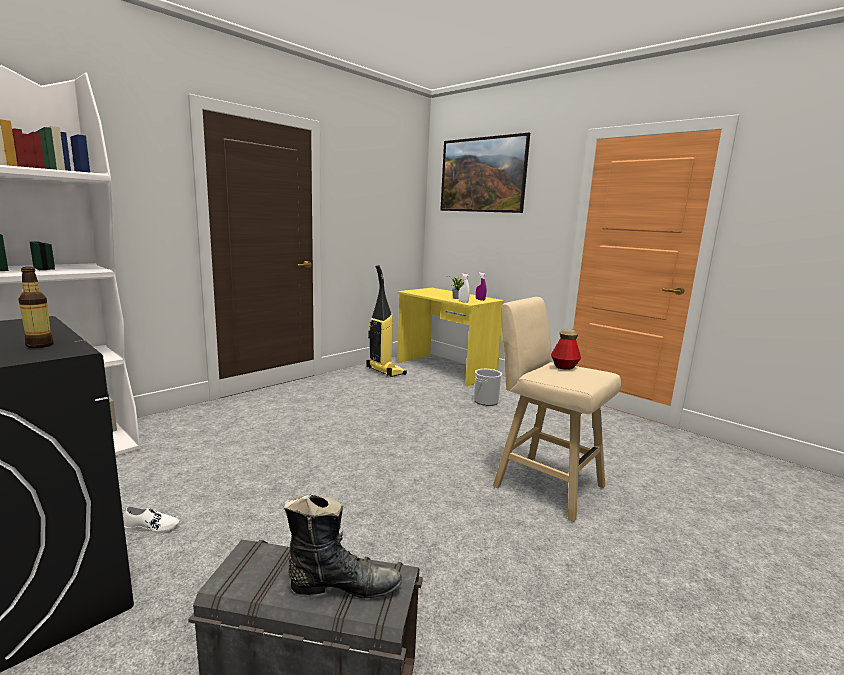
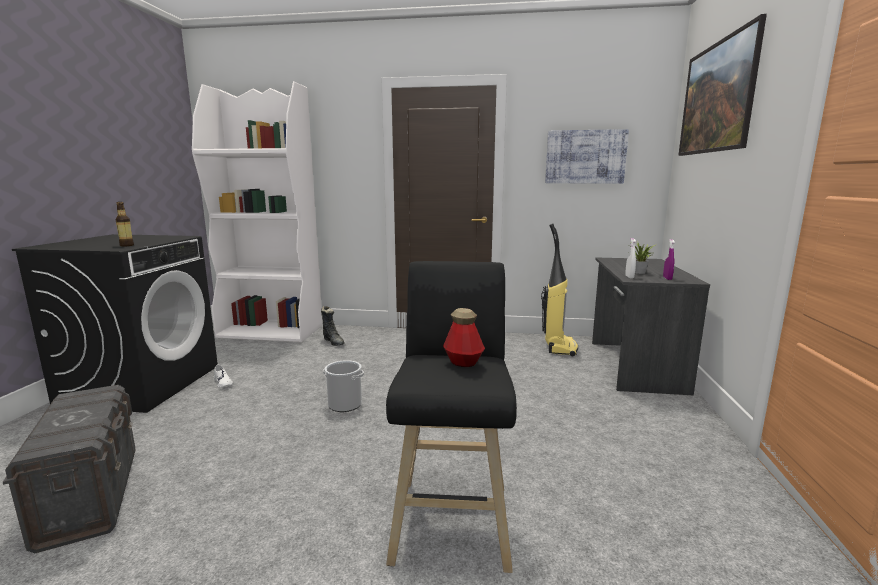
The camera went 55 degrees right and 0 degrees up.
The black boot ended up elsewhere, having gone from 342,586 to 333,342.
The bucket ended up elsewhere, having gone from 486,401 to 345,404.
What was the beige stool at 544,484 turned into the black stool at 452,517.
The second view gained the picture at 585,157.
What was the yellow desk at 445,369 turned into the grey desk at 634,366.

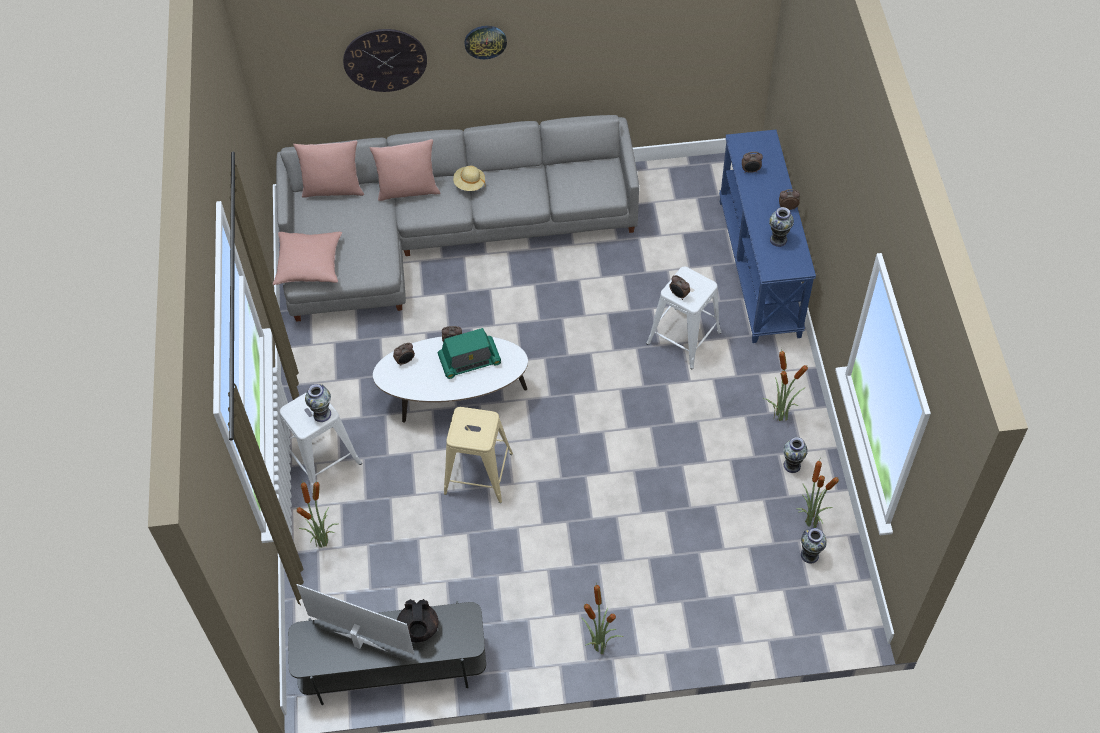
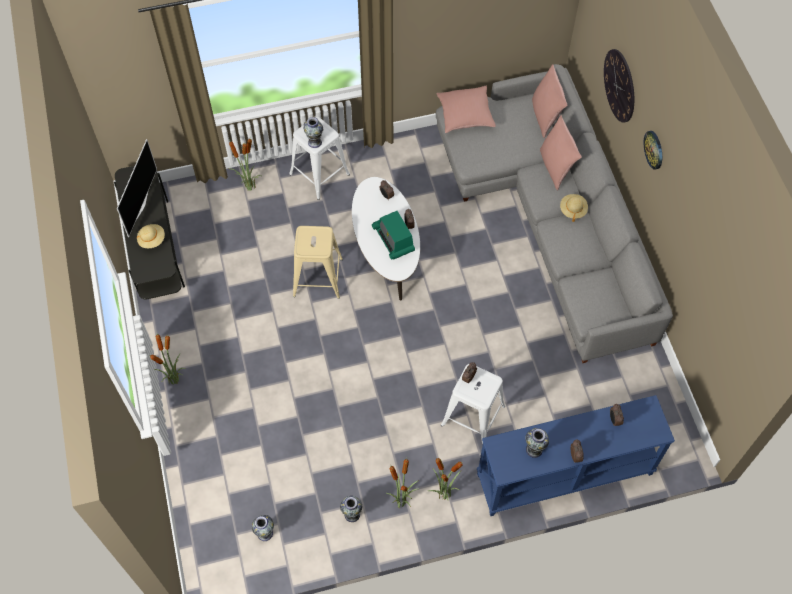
The camera went 80 degrees right and 5 degrees up.
Where the black teapot stood at 419,629, the beige hat came to stand at 152,240.
The potted plant ended up elsewhere, having gone from 809,523 to 443,494.

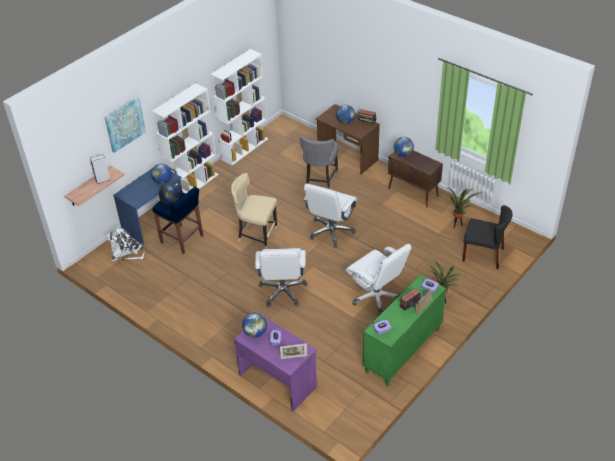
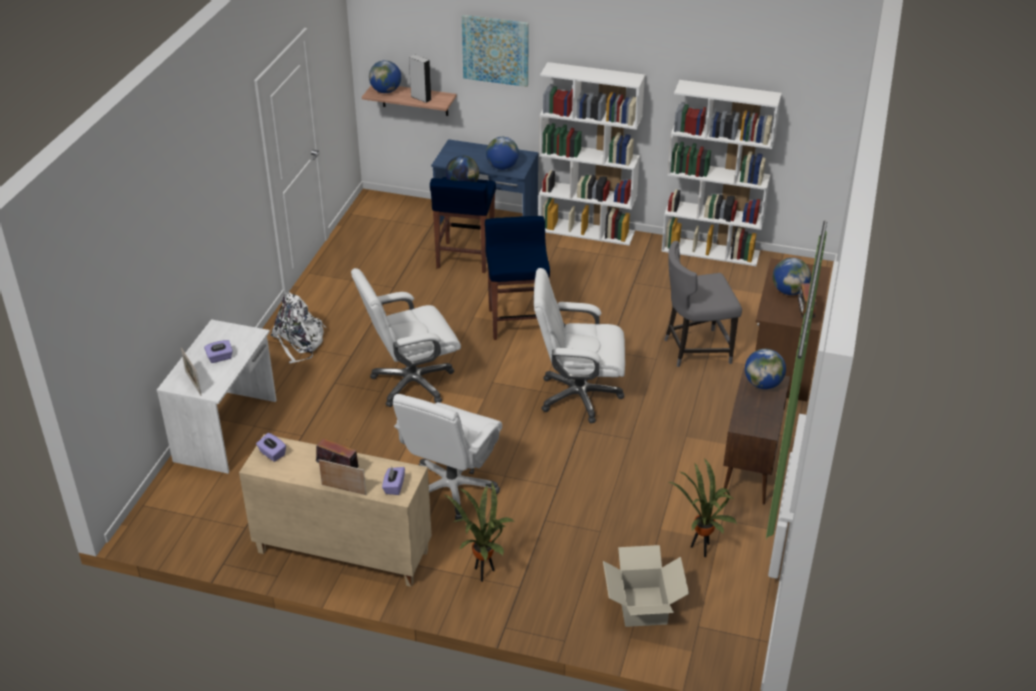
The camera went 65 degrees right and 5 degrees down.
What was the purple desk at 278,380 turned into the white desk at 227,430.
What was the green cabinet at 402,351 turned into the beige cabinet at 341,552.
The white backpack ended up elsewhere, having gone from 127,252 to 299,342.
The globe ended up elsewhere, having gone from 255,333 to 386,91.
Where the beige chair stood at 256,235, the blue stool came to stand at 517,322.
Where the black chair stood at 483,255, the cardboard box came to stand at 642,606.

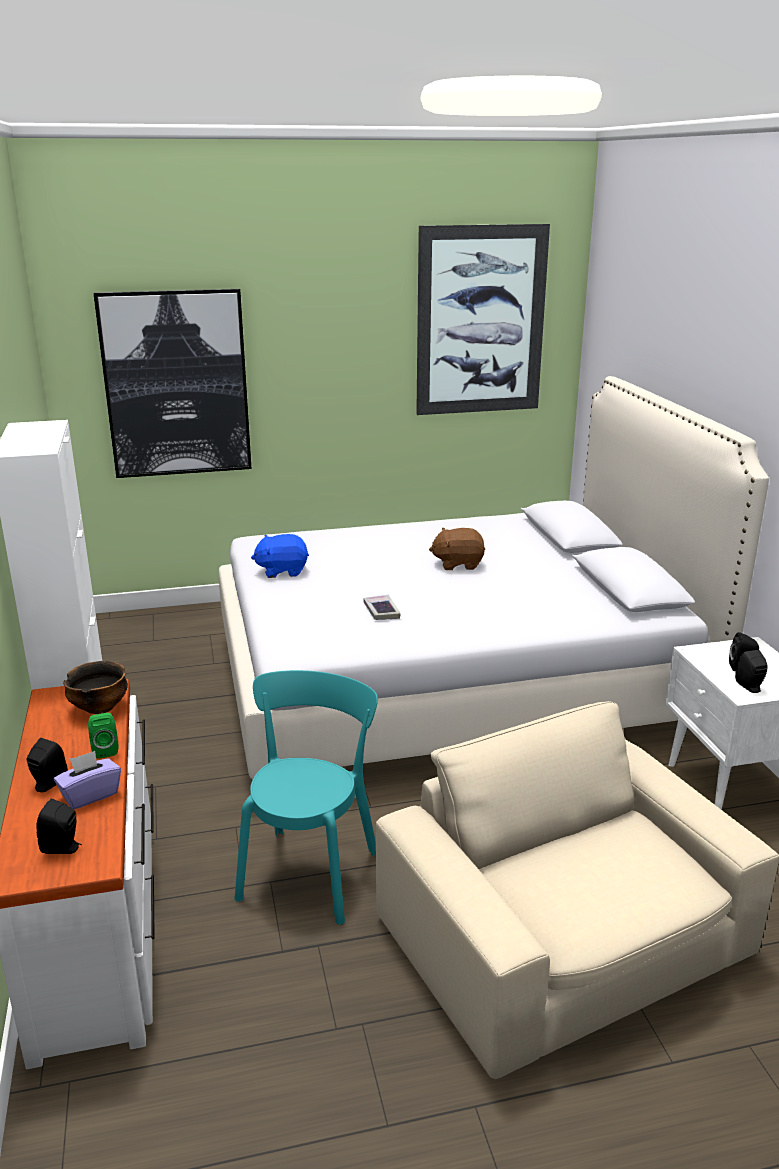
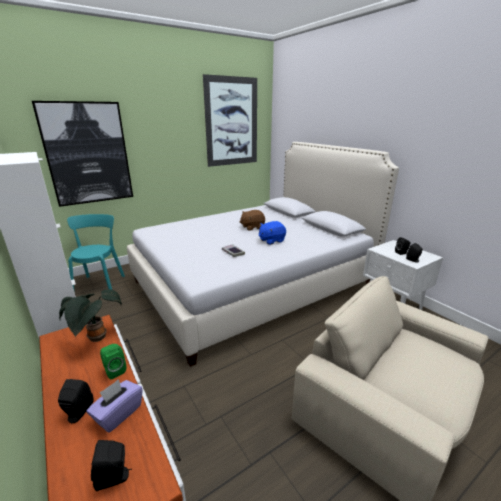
The camera went 20 degrees left and 0 degrees up.
Where the bowl stood at 99,708, the potted plant came to stand at 97,339.
The turquoise chair ended up elsewhere, having gone from 311,870 to 100,284.
The blue plush toy ended up elsewhere, having gone from 282,571 to 271,240.

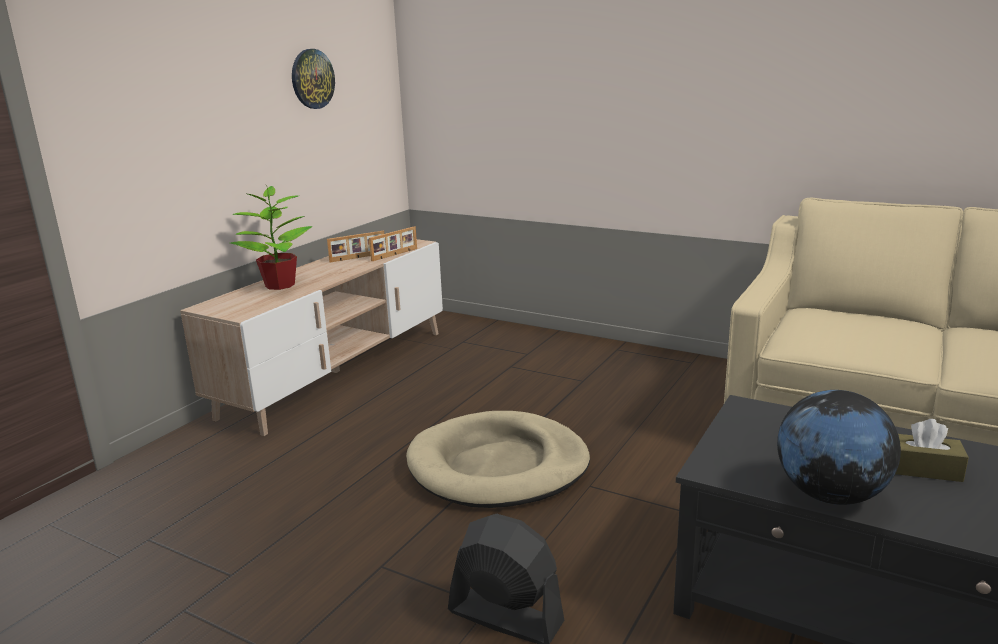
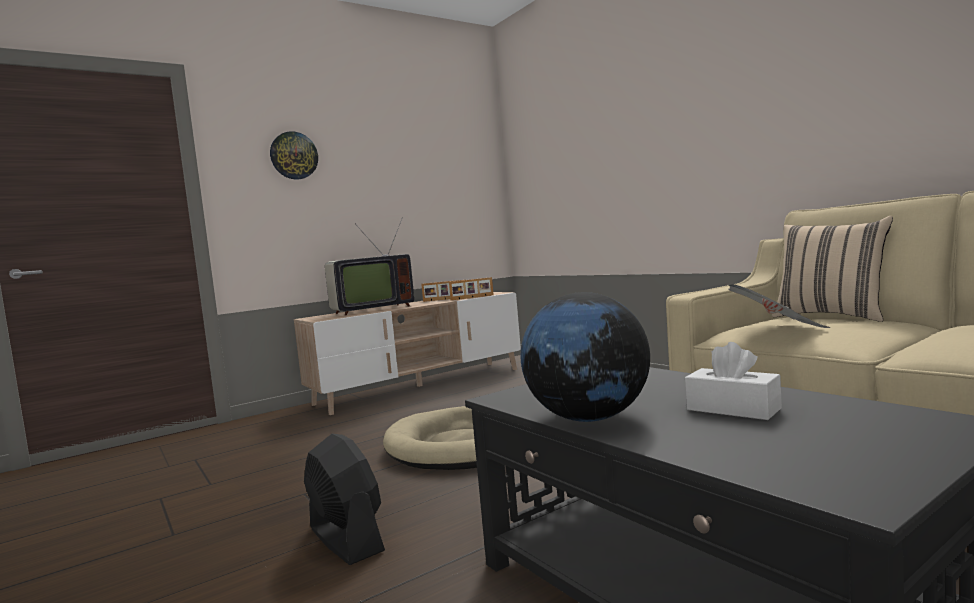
The camera went 25 degrees right and 15 degrees down.
The wall clock ended up elsewhere, having gone from 312,79 to 294,155.
Where the potted plant stood at 279,285, the television came to stand at 370,310.
What was the brown tissue box at 923,469 turned into the white tissue box at 733,409.
The second view gained the newspaper at 777,330.
The second view gained the beige pillow at 831,316.

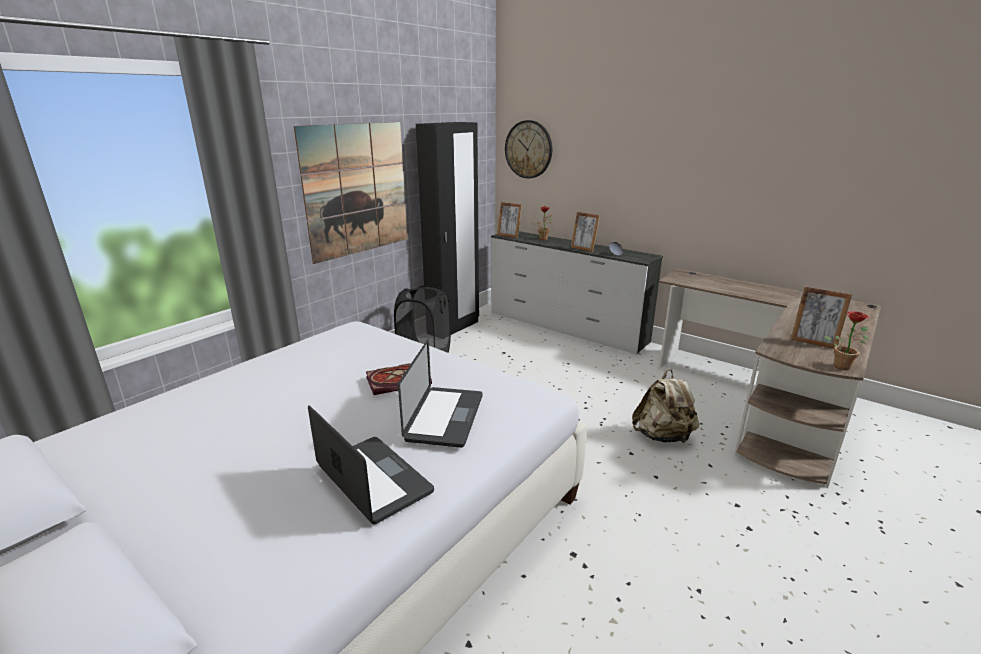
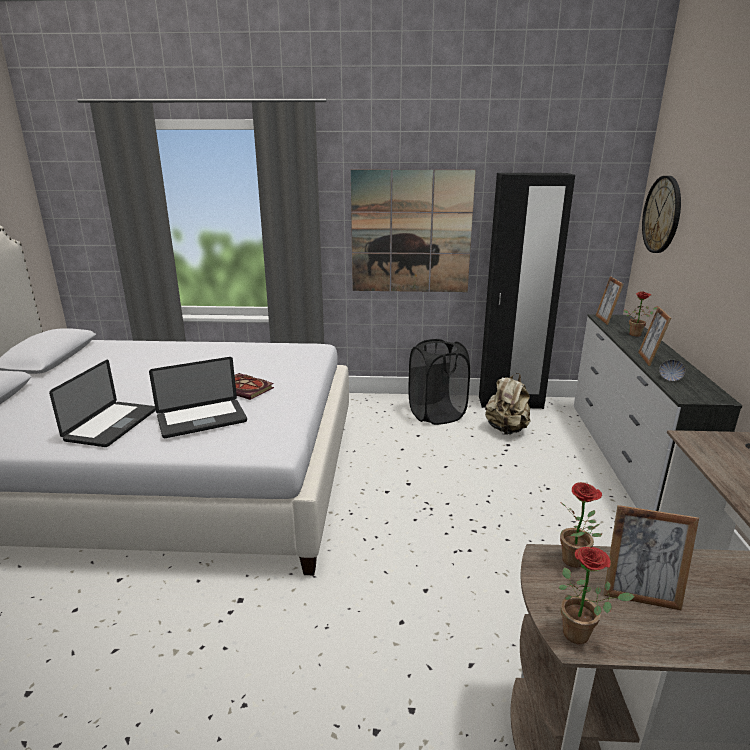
The camera went 55 degrees right and 0 degrees up.
The beige backpack ended up elsewhere, having gone from 663,436 to 506,429.
The second view gained the potted plant at 576,563.
The picture frame at 813,342 ended up facing another way, 75 degrees counterclockwise from before.

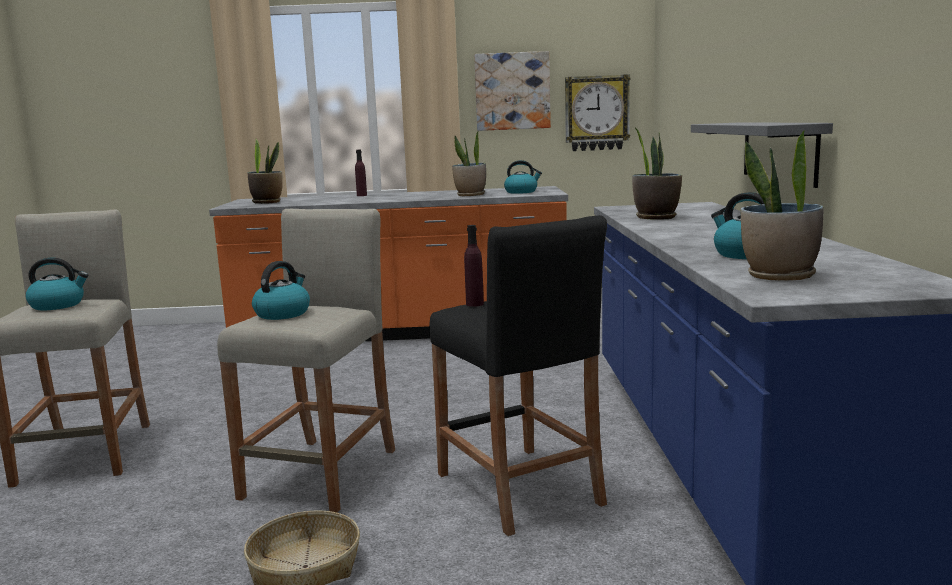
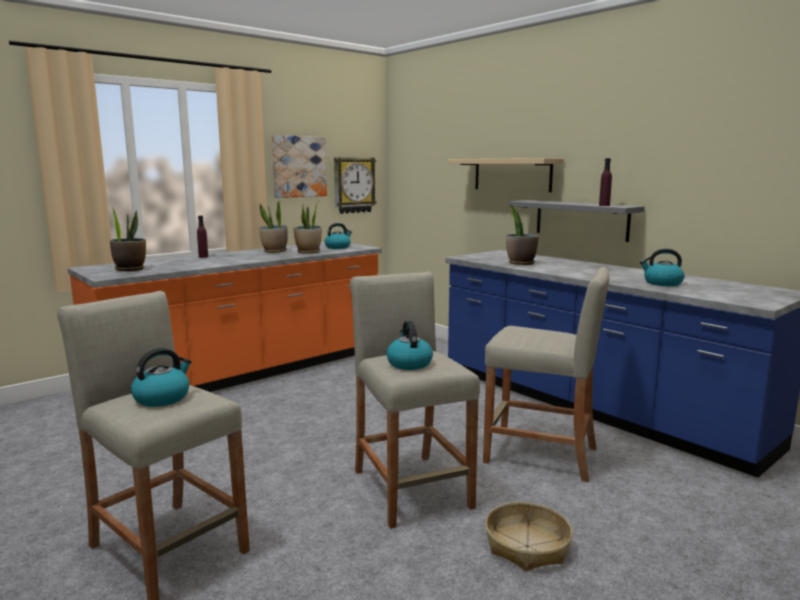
The camera went 40 degrees left and 0 degrees up.
The potted plant ended up elsewhere, having gone from 779,276 to 274,251.
The second view gained the beige shelf at 512,174.
What was the black stool at 518,488 turned into the beige stool at 541,455.
The purple bottle ended up elsewhere, having gone from 474,304 to 604,205.

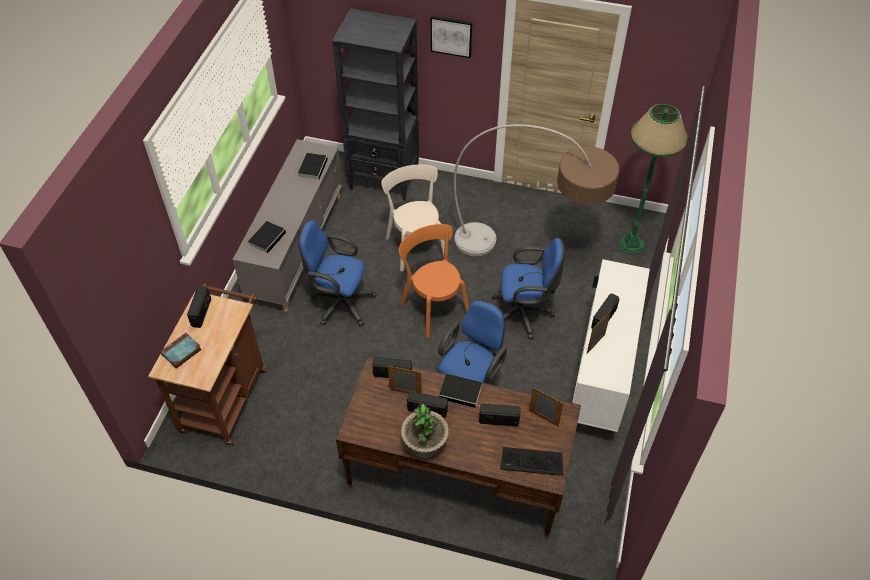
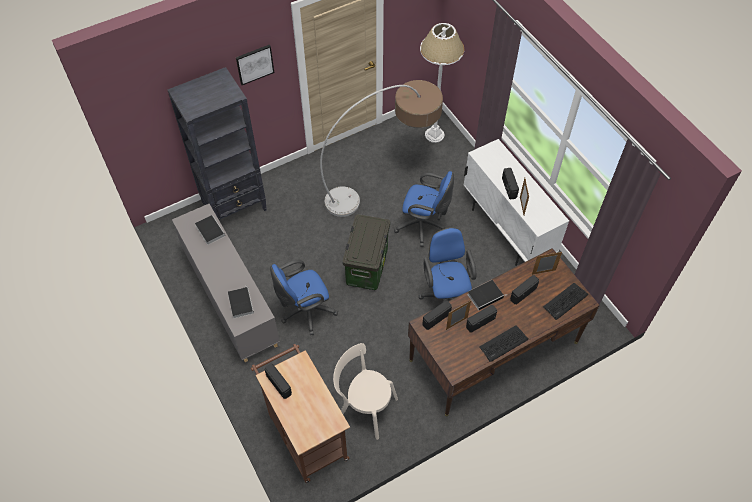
The camera went 45 degrees left and 5 degrees up.
The beige chair ended up elsewhere, having gone from 415,245 to 364,408.
Where the orange chair stood at 433,307, the storage box came to stand at 366,265.
The blue office chair at 524,314 ended up facing another way, 60 degrees clockwise from before.
What was the green floor lamp at 631,245 turned into the white floor lamp at 434,135.
Where the potted plant stood at 425,446, the keyboard came to stand at 503,344.
The second view lost the book at 181,353.

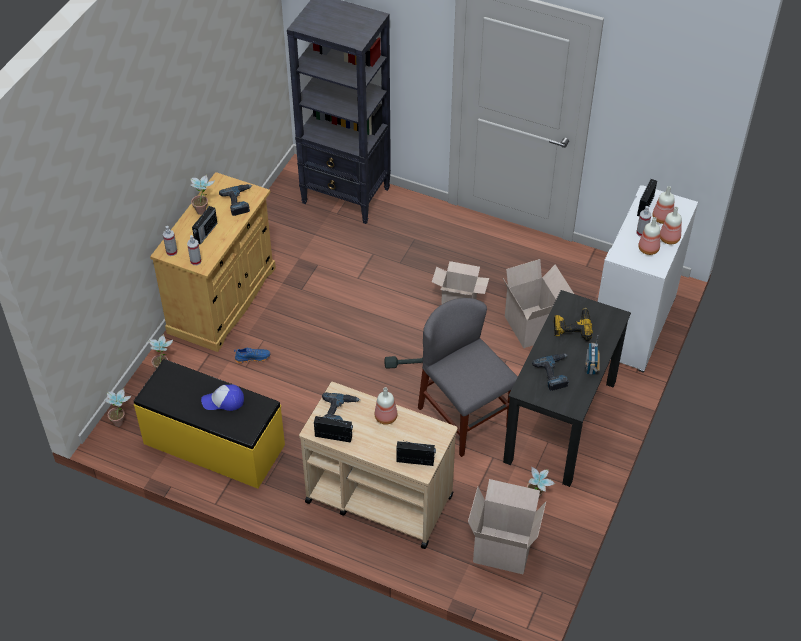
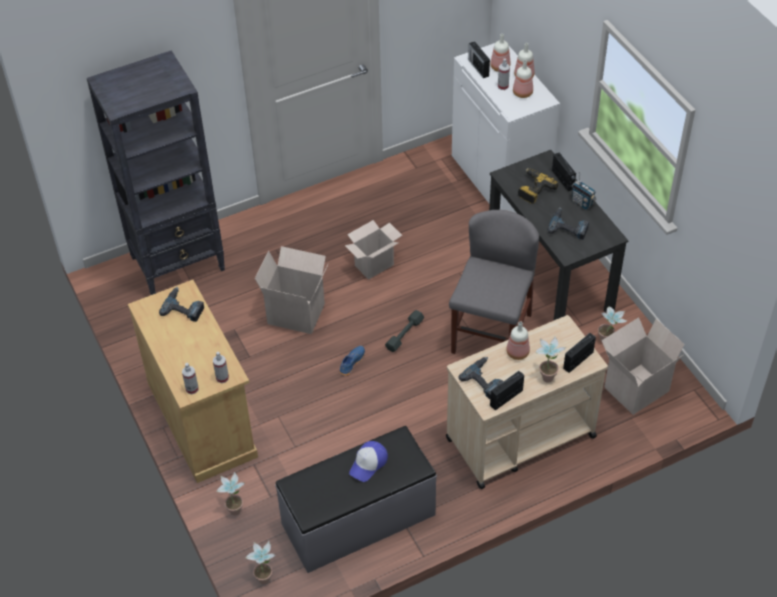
The camera went 50 degrees left and 0 degrees up.
The cardboard box ended up elsewhere, having gone from 533,327 to 297,313.
What was the yellow bench at 213,445 turned into the grey bench at 359,520.
The blue shoe ended up elsewhere, having gone from 252,357 to 351,362.
The grey chair at 464,418 ended up facing another way, 105 degrees clockwise from before.
The potted plant ended up elsewhere, having gone from 204,210 to 547,375.
The radio ended up elsewhere, having gone from 205,233 to 563,180.

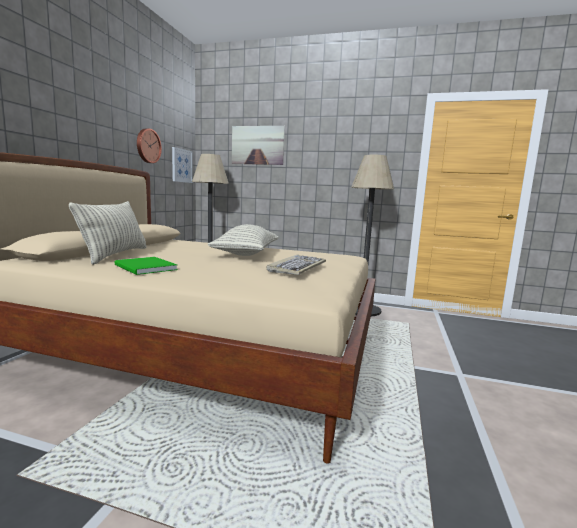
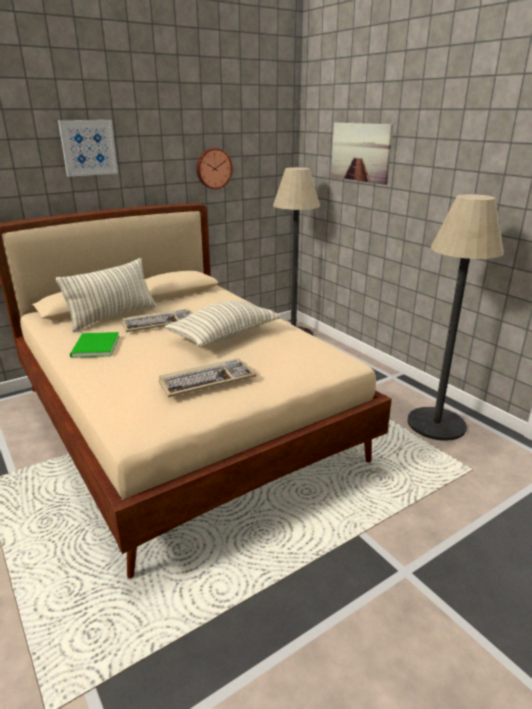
The camera went 40 degrees right and 15 degrees up.
The picture ended up elsewhere, having gone from 181,165 to 88,147.
The second view gained the keyboard at 160,323.

